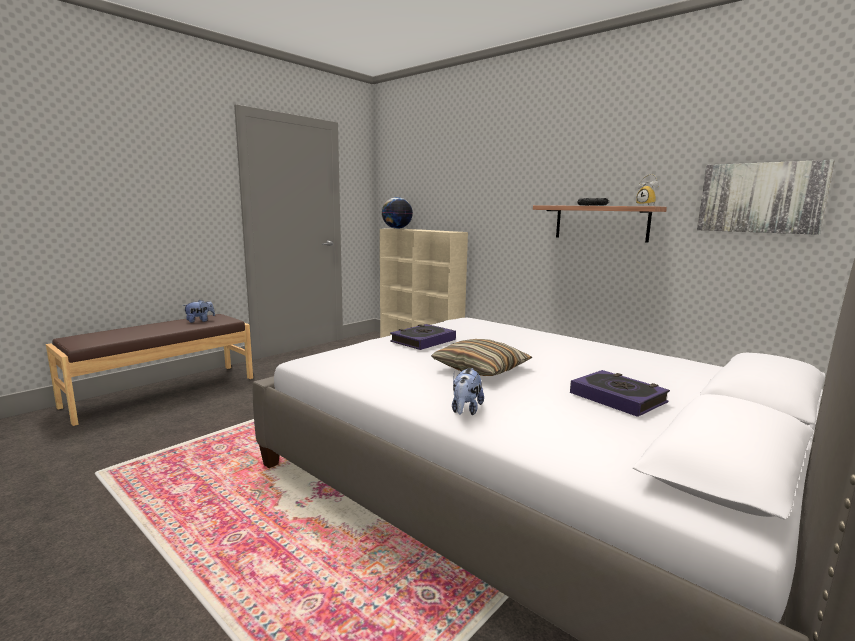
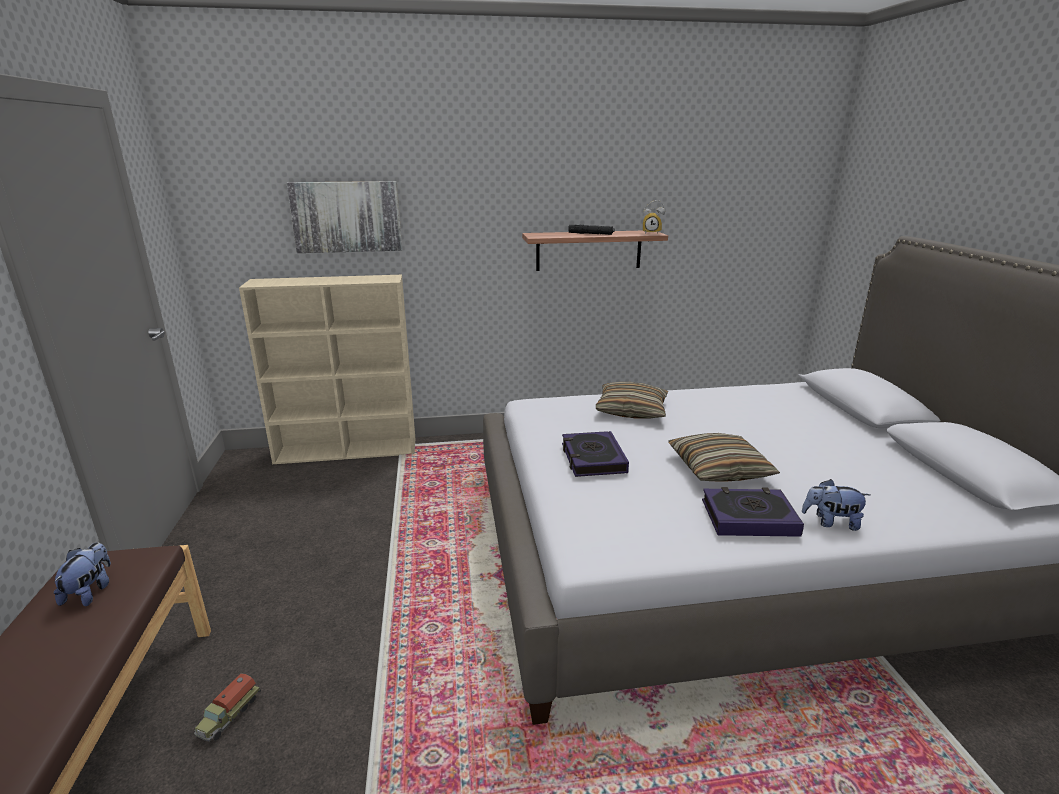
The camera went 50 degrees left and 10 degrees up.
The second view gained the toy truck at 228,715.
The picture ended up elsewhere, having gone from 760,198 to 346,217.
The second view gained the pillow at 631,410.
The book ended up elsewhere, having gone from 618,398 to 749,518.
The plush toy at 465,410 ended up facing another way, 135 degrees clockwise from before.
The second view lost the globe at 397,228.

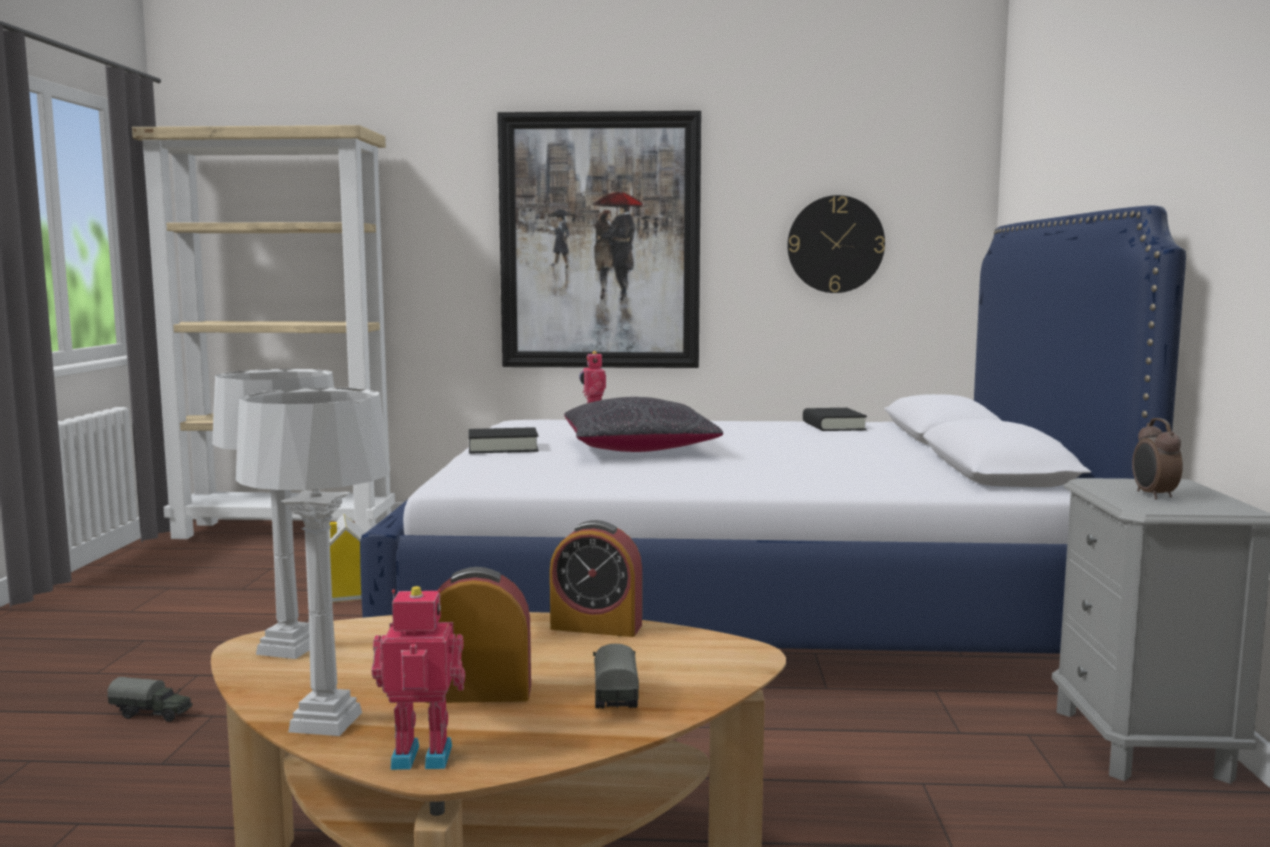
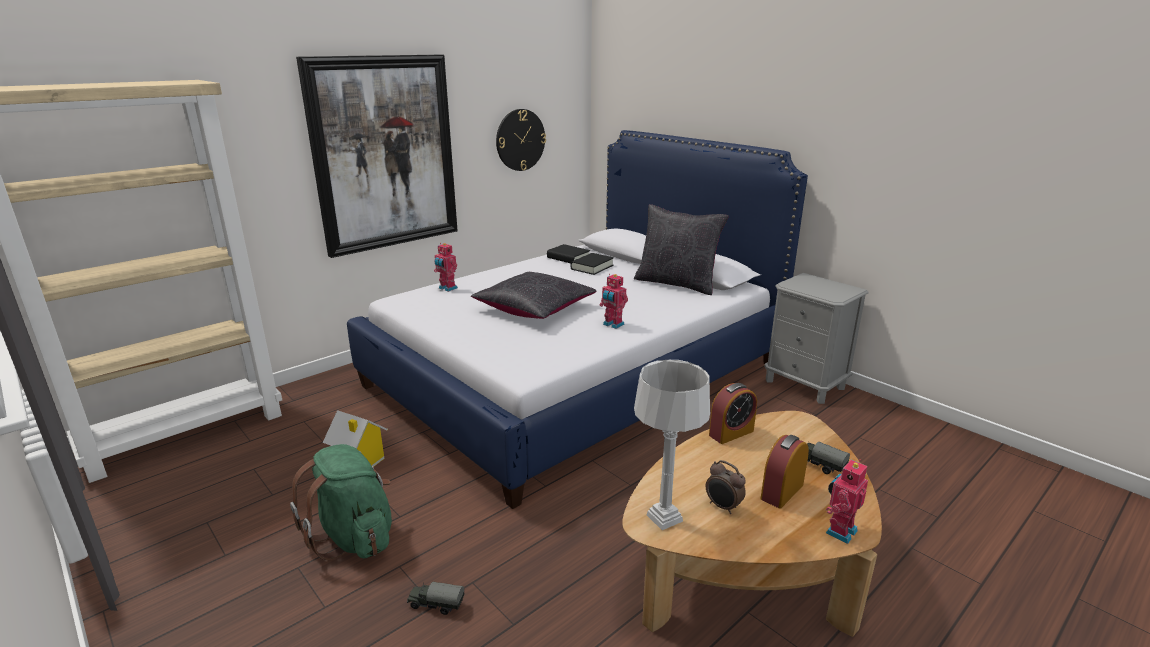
The camera went 45 degrees left and 15 degrees up.
The second view gained the green backpack at 354,537.
The toy truck at 152,714 ended up facing another way, 135 degrees counterclockwise from before.
The black book ended up elsewhere, having gone from 503,447 to 592,267.
The second view gained the toy robot at 612,325.
The second view gained the black pillow at 676,283.
The alarm clock ended up elsewhere, having gone from 1153,495 to 723,507.
The second view lost the grey table lamp at 327,722.

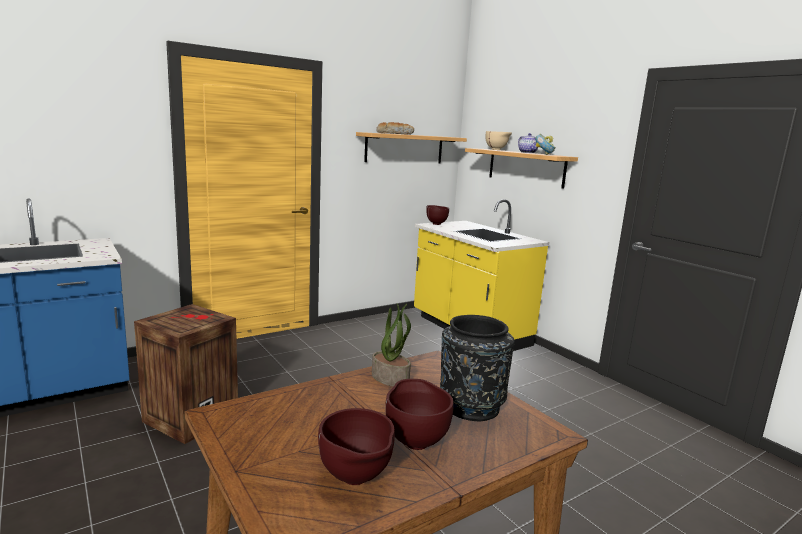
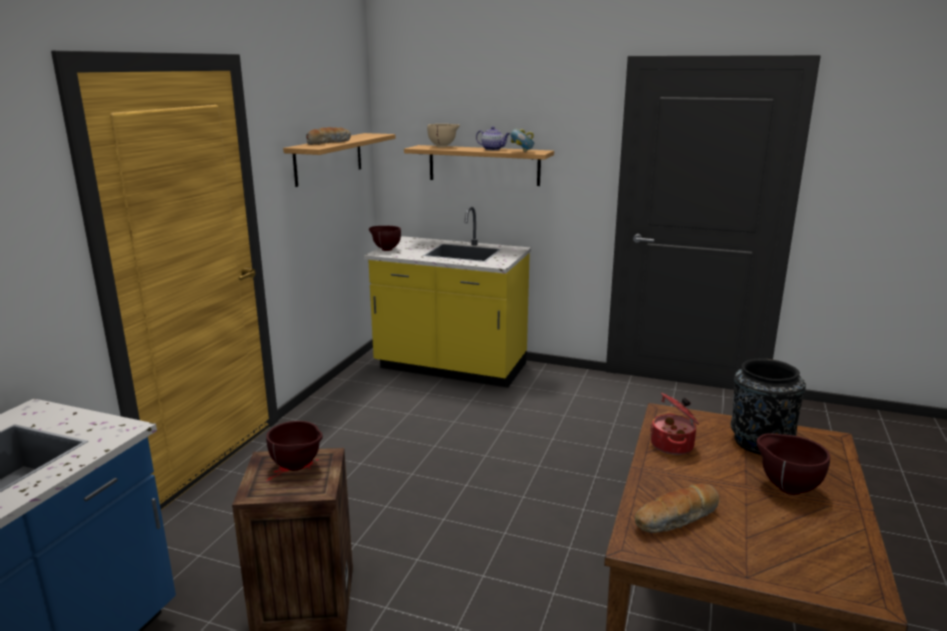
The camera went 35 degrees left and 5 degrees up.
The brown bowl ended up elsewhere, having gone from 356,479 to 298,467.
The second view gained the bread at 677,519.
Where the potted plant stood at 391,378, the cooking pot came to stand at 673,445.

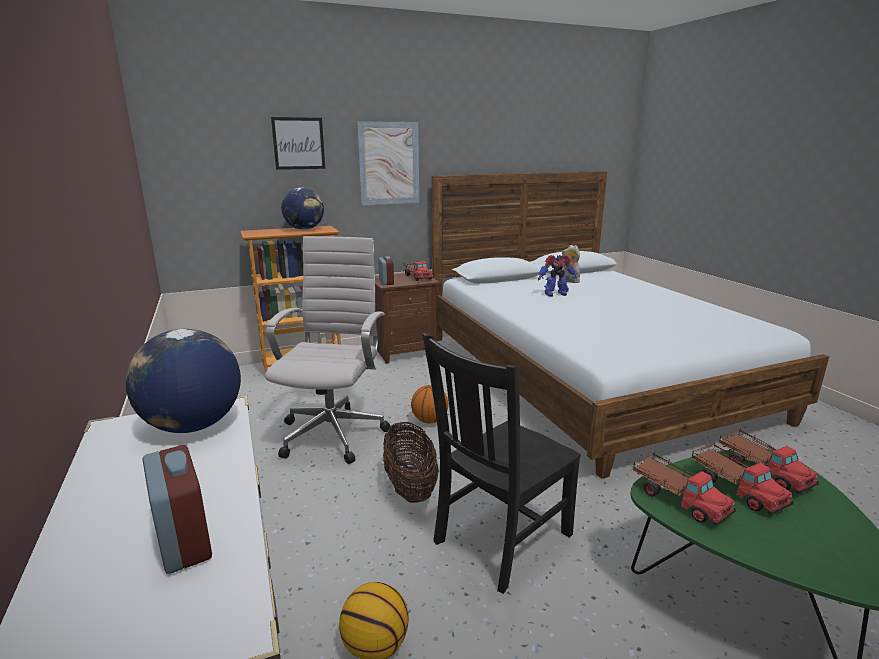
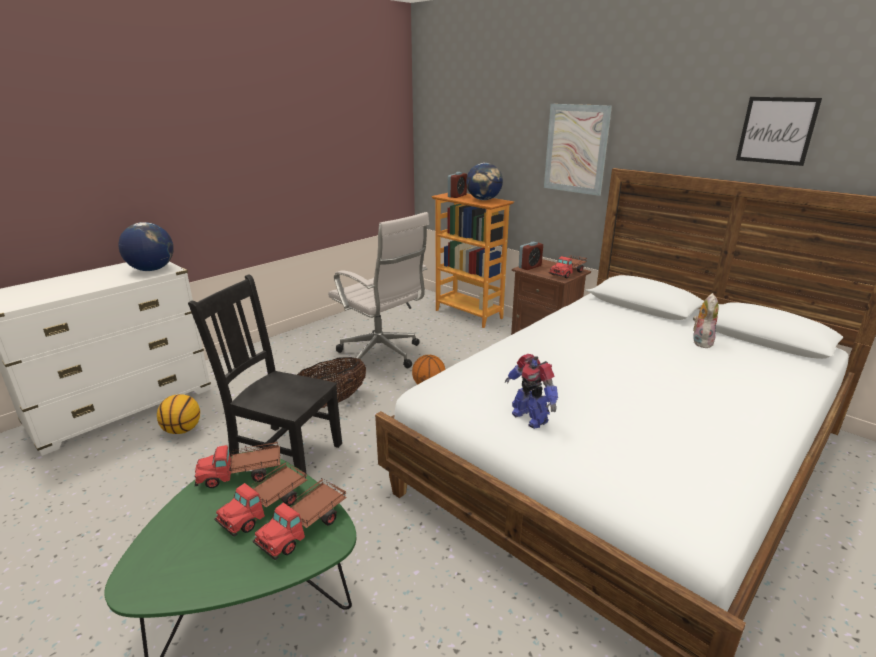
The camera went 65 degrees right and 5 degrees up.
The toy truck at 678,498 ended up facing another way, 45 degrees clockwise from before.
The white office chair at 334,432 ended up facing another way, 60 degrees clockwise from before.
The alarm clock ended up elsewhere, having gone from 184,541 to 457,196.
The toy robot ended up elsewhere, having gone from 555,294 to 530,417.
The picture ended up elsewhere, having gone from 298,143 to 776,130.

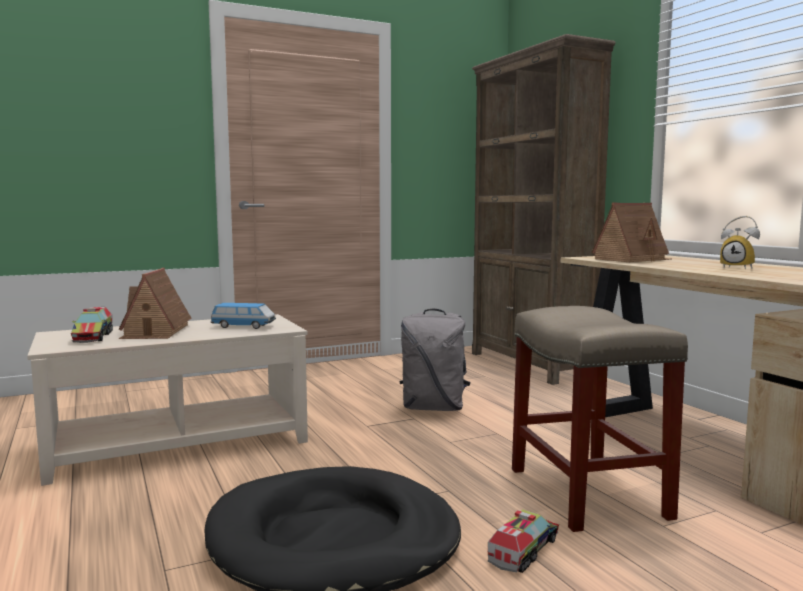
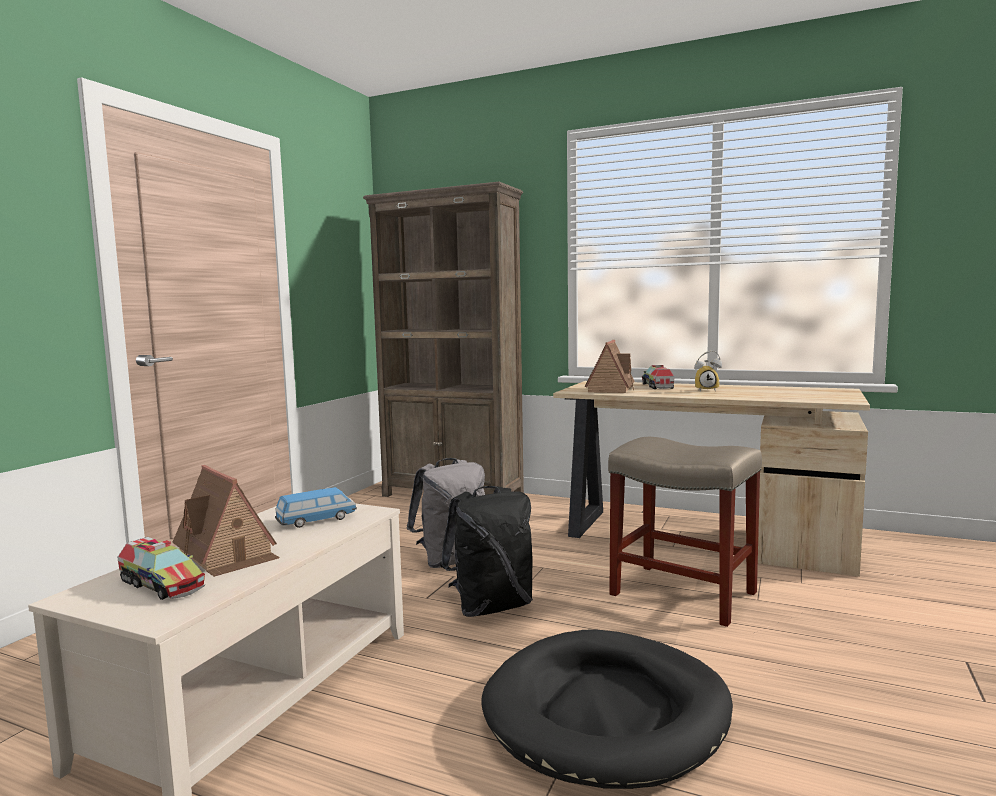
The camera went 40 degrees left and 0 degrees up.
The second view gained the black backpack at 491,606.
The toy truck ended up elsewhere, having gone from 524,550 to 657,386.

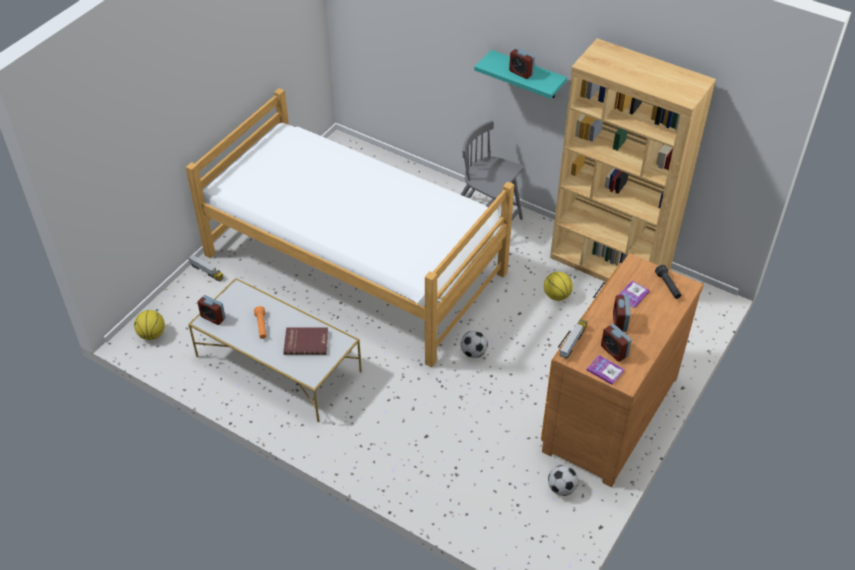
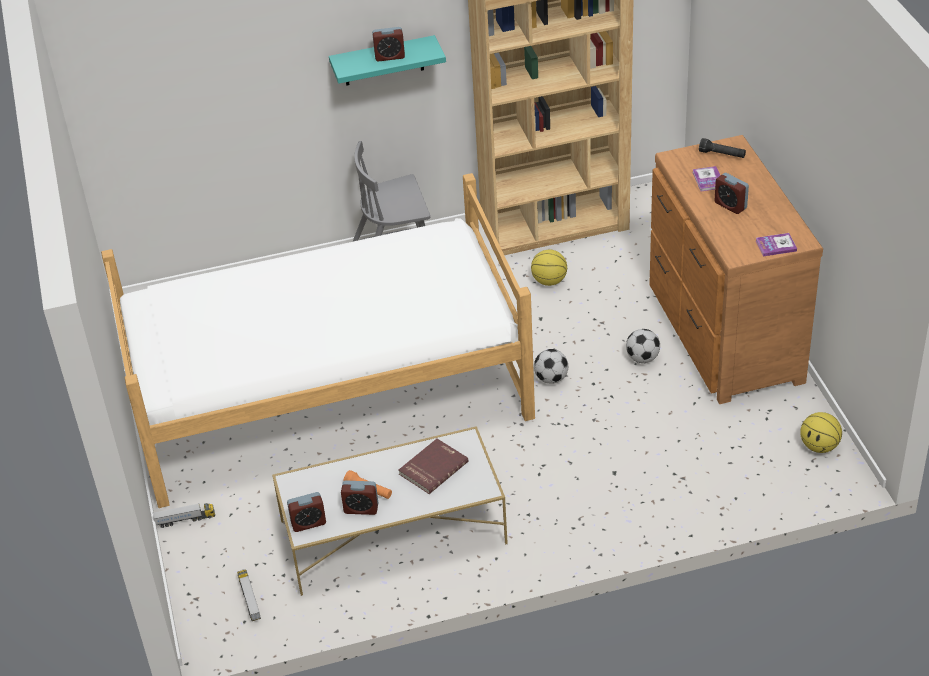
The camera went 45 degrees left and 5 degrees down.
The toy truck ended up elsewhere, having gone from 573,342 to 250,600.
The alarm clock ended up elsewhere, having gone from 614,351 to 361,508.
The football ended up elsewhere, having gone from 561,488 to 643,358.
The basketball ended up elsewhere, having gone from 152,334 to 819,446.

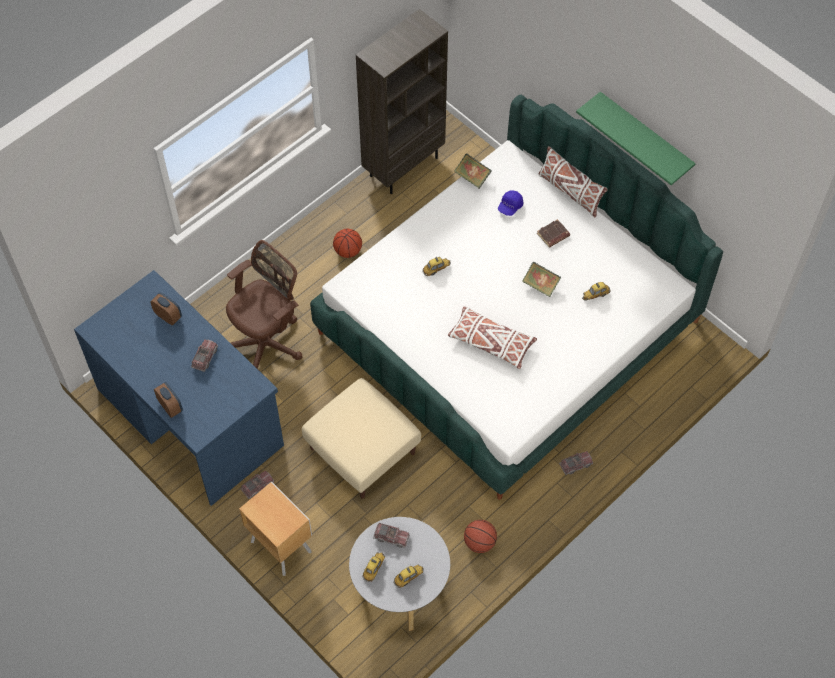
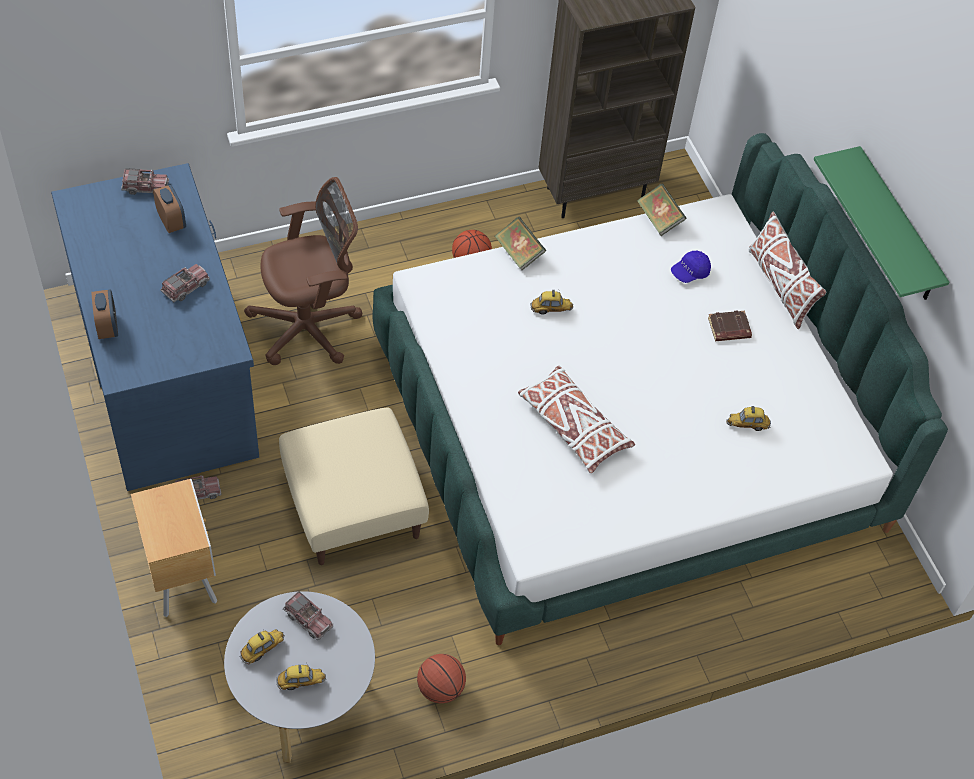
The camera went 20 degrees right and 5 degrees down.
The toy truck ended up elsewhere, having gone from 575,465 to 145,187.
The book ended up elsewhere, having gone from 540,285 to 519,253.

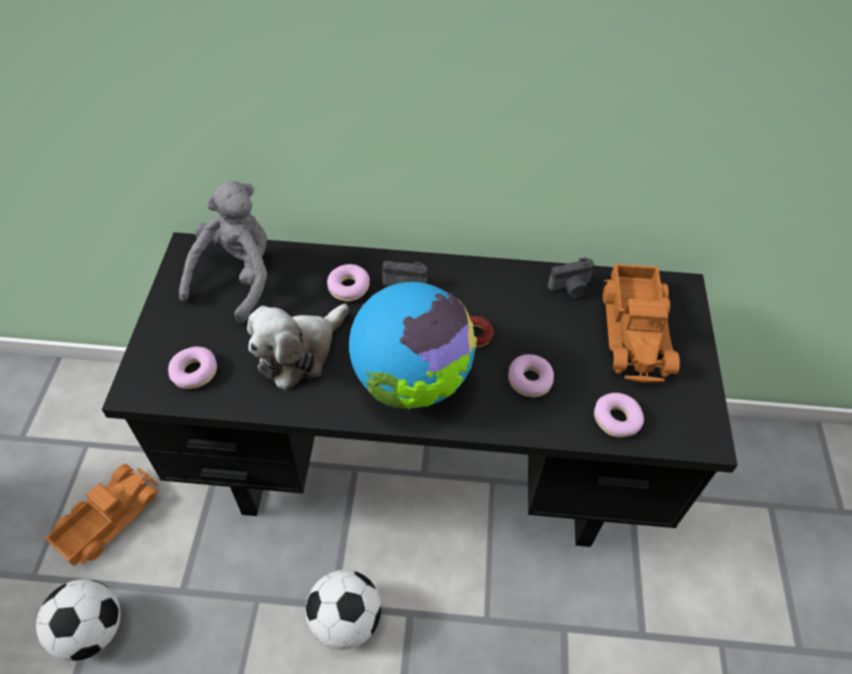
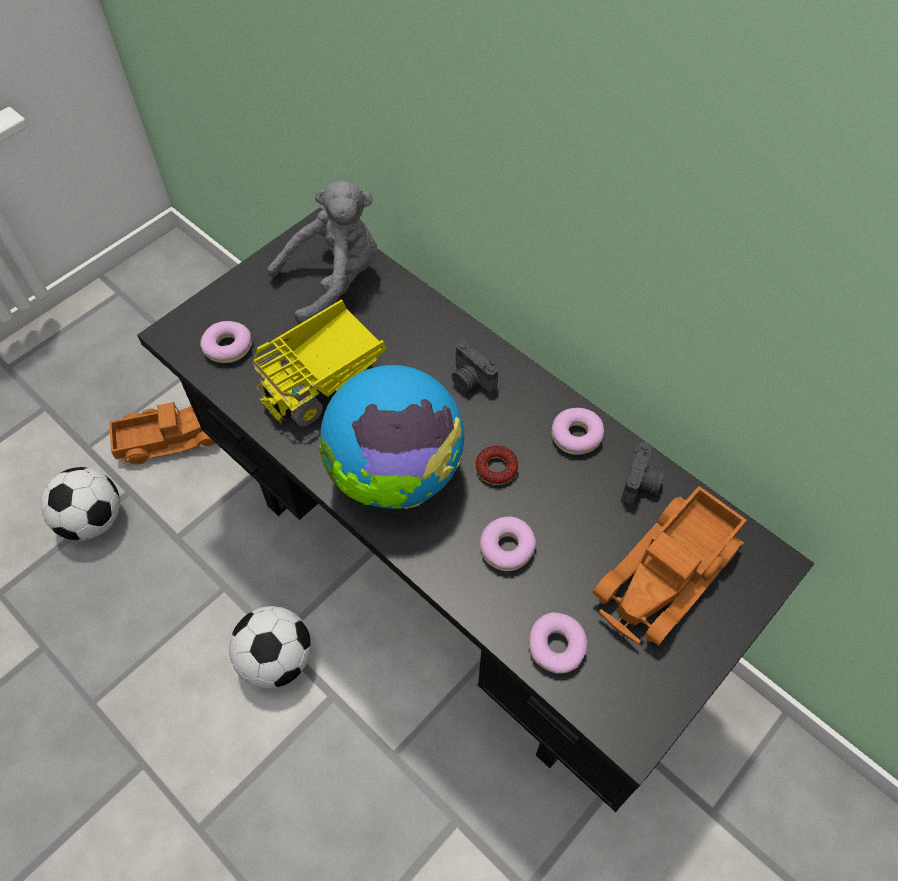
The camera went 40 degrees right and 5 degrees up.
Where the plush toy stood at 299,352, the toy truck came to stand at 325,383.
The donut ended up elsewhere, having gone from 349,287 to 576,436.
The photo camera at 571,288 ended up facing another way, 90 degrees counterclockwise from before.

